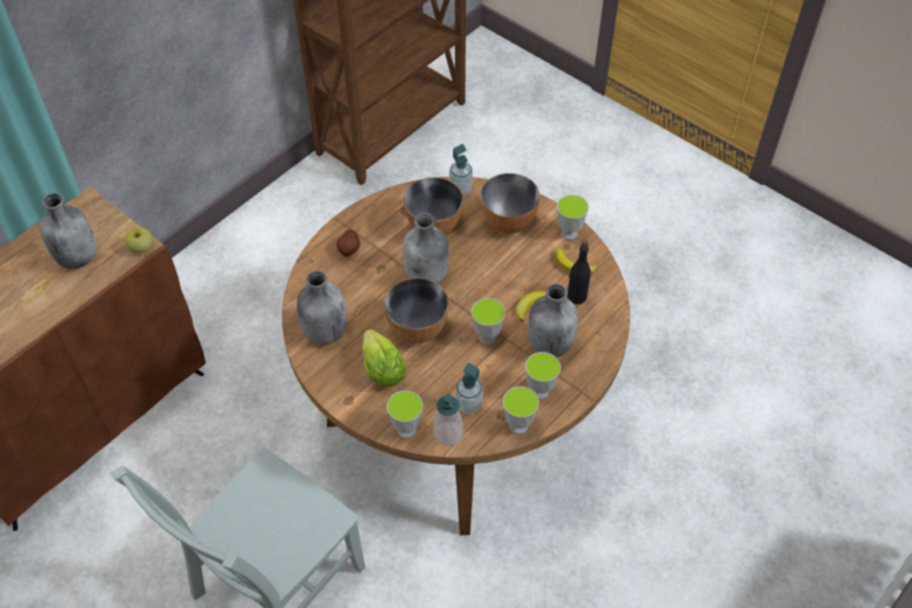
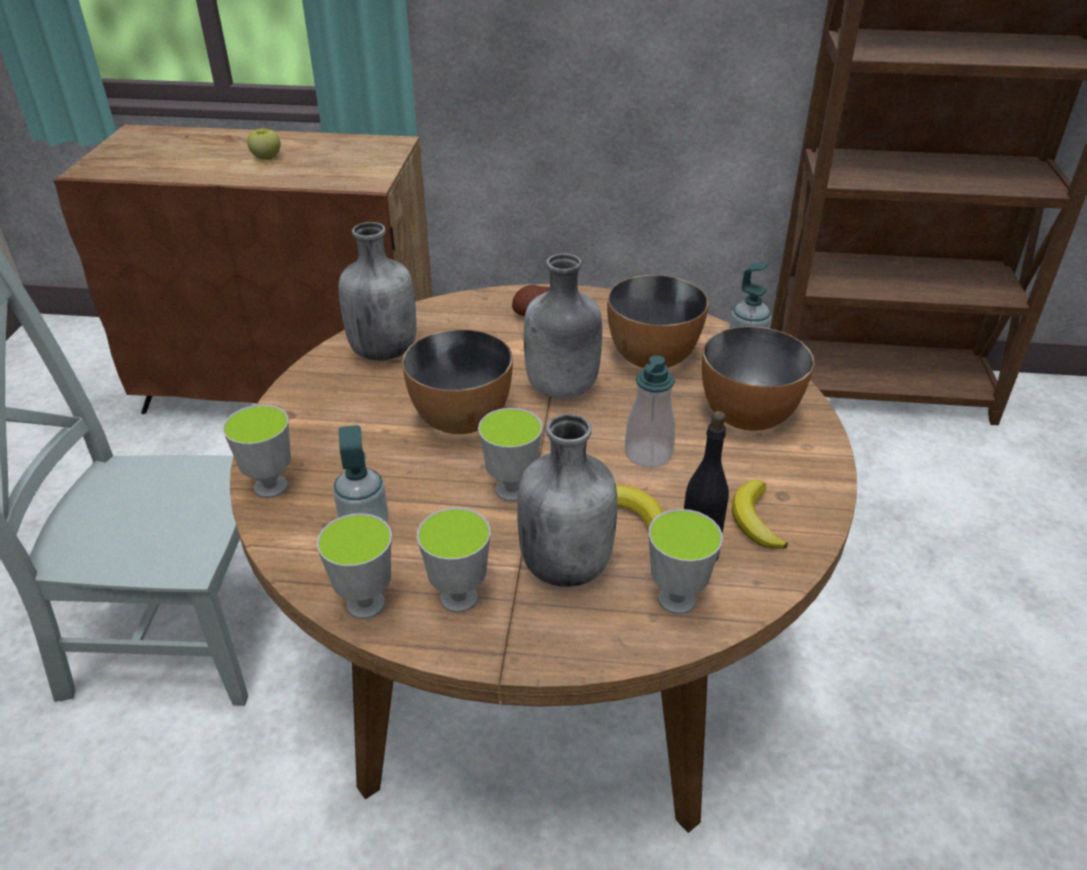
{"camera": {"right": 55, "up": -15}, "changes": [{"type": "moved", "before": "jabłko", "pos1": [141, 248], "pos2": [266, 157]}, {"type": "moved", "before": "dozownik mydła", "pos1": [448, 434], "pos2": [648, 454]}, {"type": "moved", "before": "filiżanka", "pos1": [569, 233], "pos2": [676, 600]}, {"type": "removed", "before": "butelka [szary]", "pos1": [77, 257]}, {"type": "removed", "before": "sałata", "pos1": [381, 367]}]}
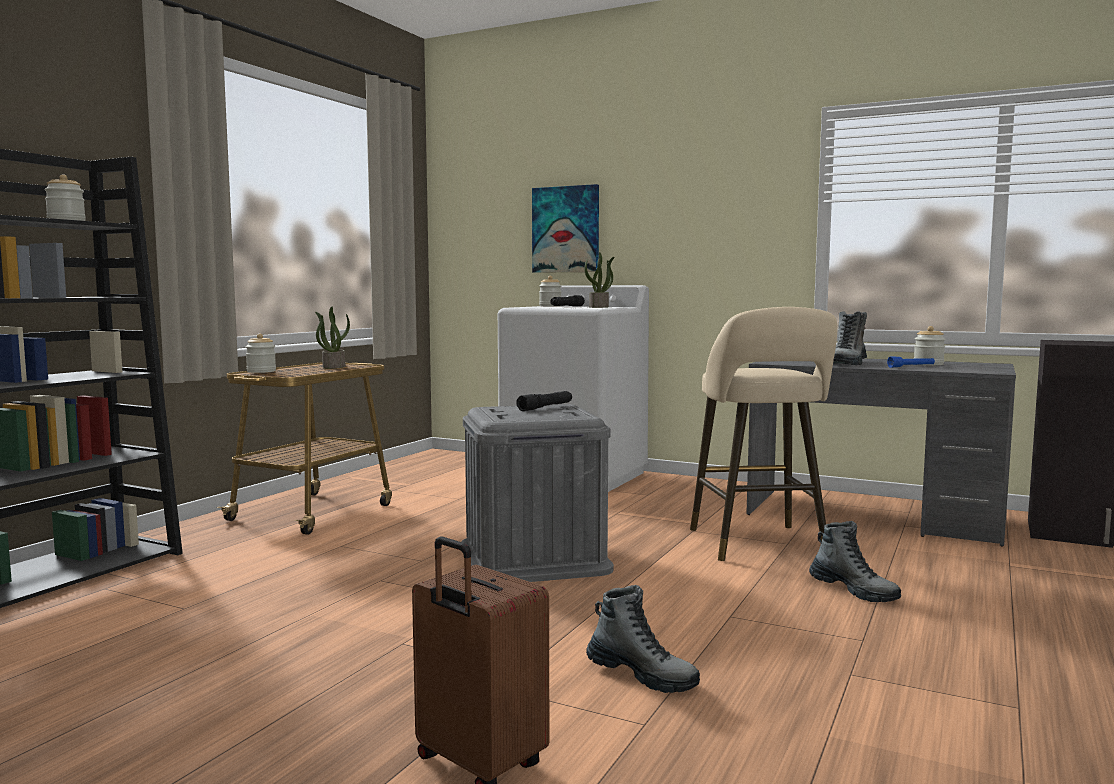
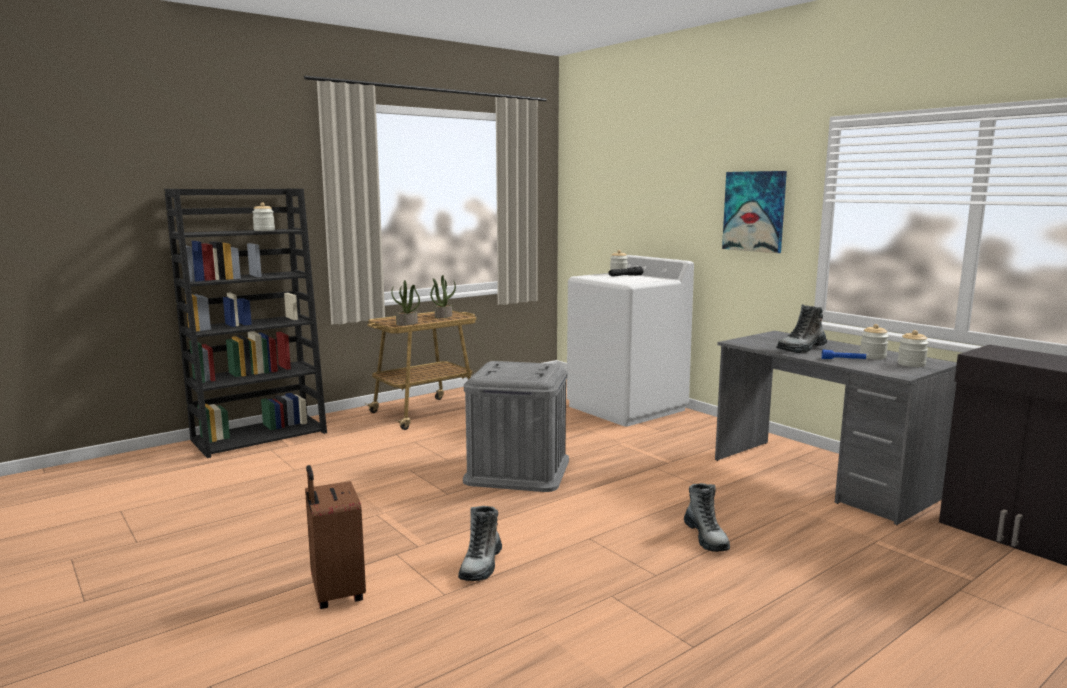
{"camera": {"right": 25, "up": 5}, "changes": [{"type": "moved", "before": "roślina doniczkowa", "pos1": [599, 307], "pos2": [407, 324]}, {"type": "turned", "before": "but z cholewką", "pos1": [642, 675], "pos2": [481, 565], "turn": 45}, {"type": "moved", "before": "obraz", "pos1": [566, 229], "pos2": [754, 211]}, {"type": "moved", "before": "słoik", "pos1": [261, 371], "pos2": [911, 364]}, {"type": "removed", "before": "latarka [czarny]", "pos1": [545, 407]}, {"type": "removed", "before": "stołek [beżowy]", "pos1": [760, 545]}]}
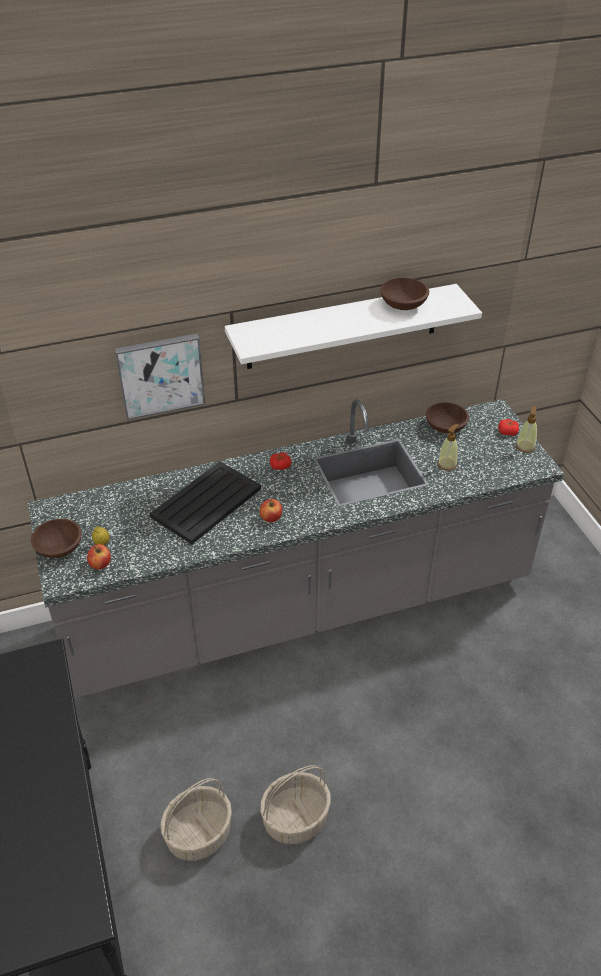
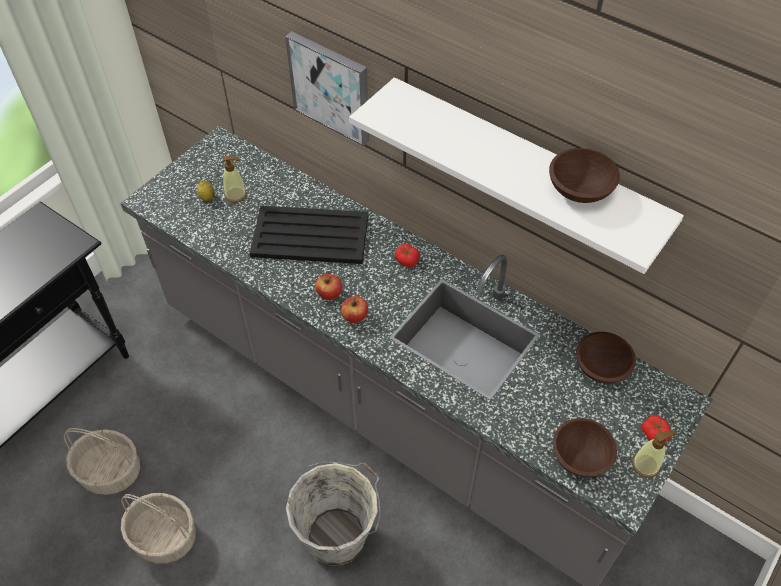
{"camera": {"right": 55, "up": 10}, "changes": [{"type": "moved", "before": "dozownik mydła", "pos1": [447, 464], "pos2": [236, 195]}, {"type": "added", "after": "wiadro [szary]", "pos2": [338, 535]}, {"type": "moved", "before": "jabłko", "pos1": [100, 564], "pos2": [355, 316]}, {"type": "moved", "before": "miska [brązowy]", "pos1": [60, 547], "pos2": [581, 456]}]}
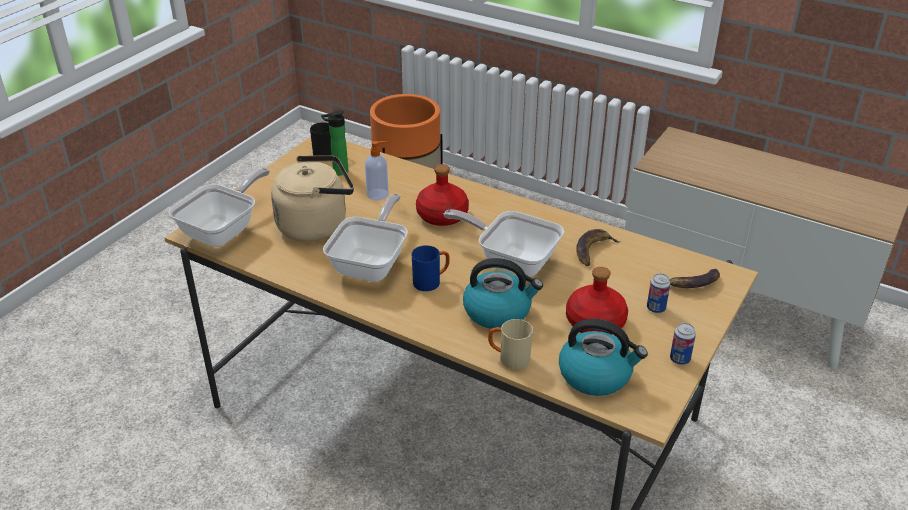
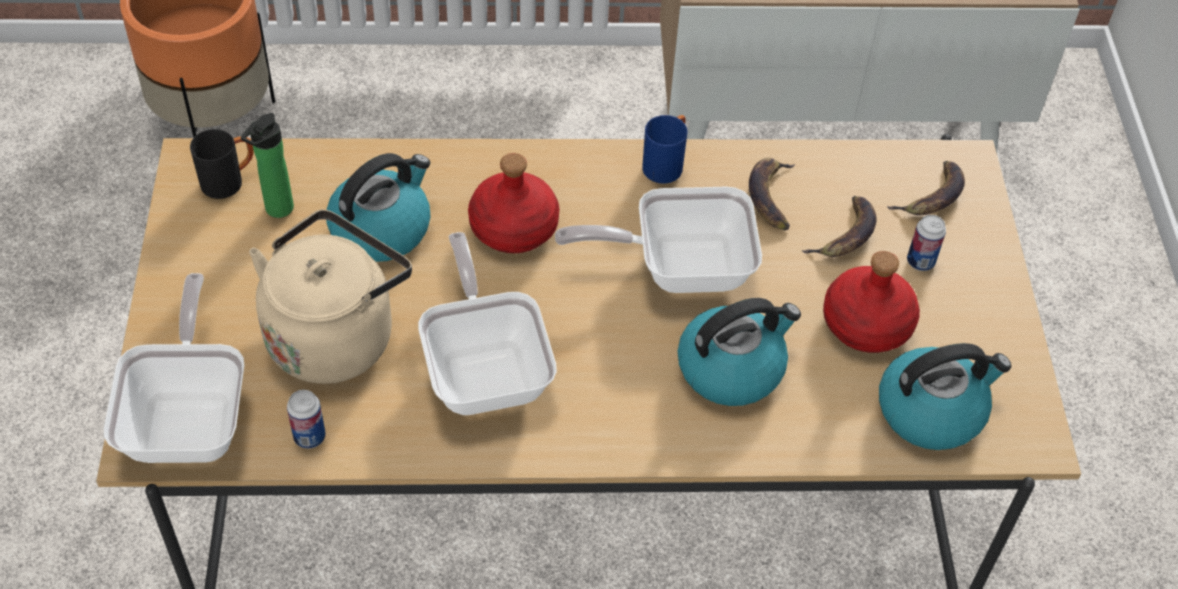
{"camera": {"right": -35, "up": 15}, "changes": [{"type": "moved", "before": "puszka", "pos1": [679, 359], "pos2": [309, 437]}, {"type": "replaced", "before": "dozownik mydła", "after": "czajnik", "pos1": [378, 194], "pos2": [381, 229]}, {"type": "moved", "before": "kubek [niebieski]", "pos1": [431, 282], "pos2": [666, 164]}, {"type": "added", "after": "banan", "pos2": [846, 235]}, {"type": "removed", "before": "kubek [beżowy]", "pos1": [508, 359]}]}
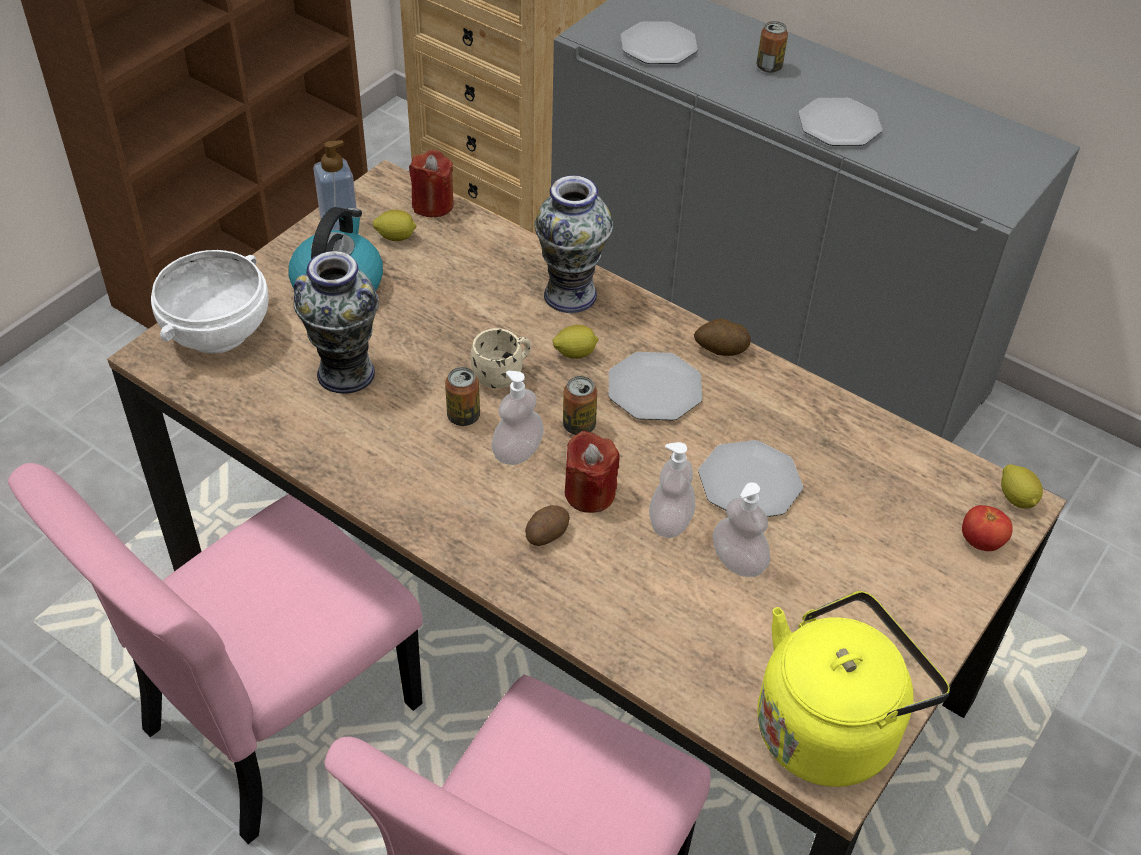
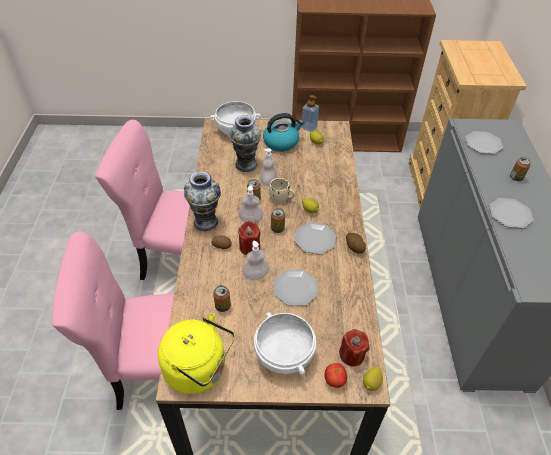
{"camera": {"right": 55, "up": 0}, "changes": [{"type": "moved", "before": "wazon", "pos1": [569, 294], "pos2": [206, 222]}, {"type": "added", "after": "puszka", "pos2": [222, 306]}, {"type": "added", "after": "miska [biały]", "pos2": [285, 354]}, {"type": "moved", "before": "dozownik mydła", "pos1": [738, 561], "pos2": [268, 181]}, {"type": "moved", "before": "świeca [czerwony]", "pos1": [432, 204], "pos2": [352, 355]}]}
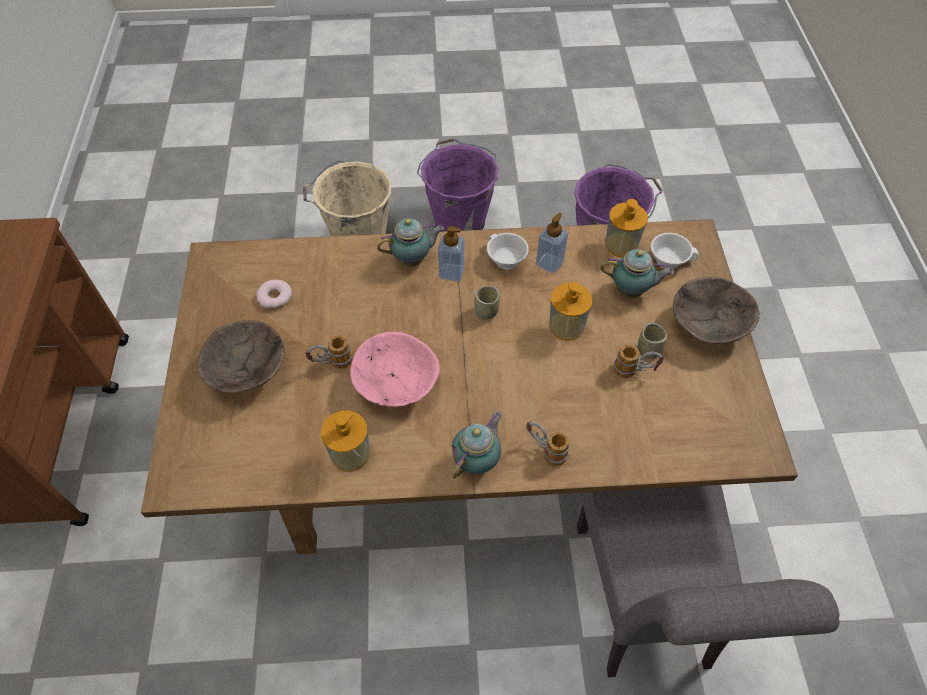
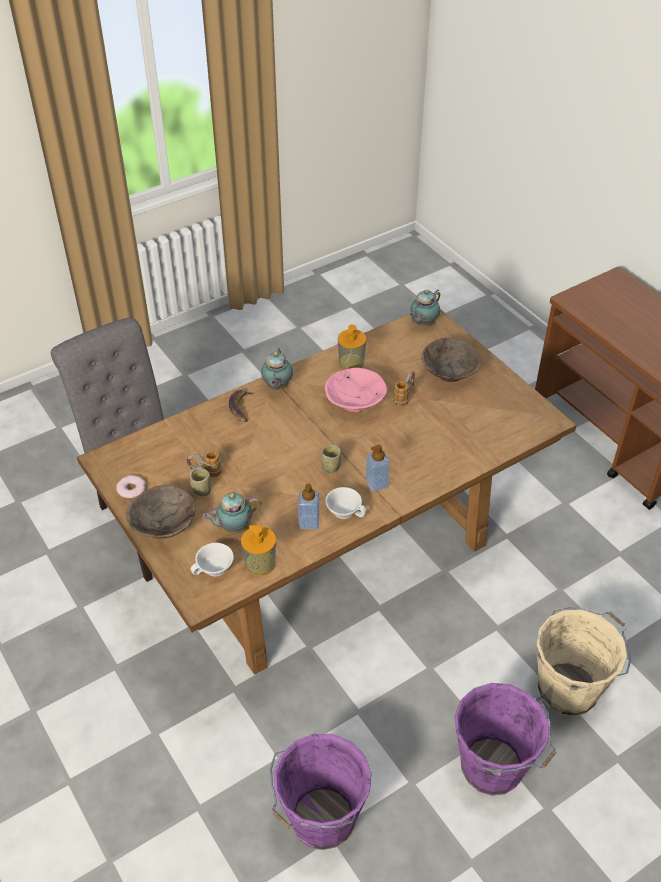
{"camera": {"right": 150, "up": -10}, "changes": [{"type": "moved", "before": "donut", "pos1": [275, 297], "pos2": [131, 489]}, {"type": "replaced", "before": "kubek", "after": "banan", "pos1": [545, 450], "pos2": [240, 407]}, {"type": "moved", "before": "imbryk", "pos1": [413, 259], "pos2": [422, 324]}, {"type": "removed", "before": "dozownik mydła", "pos1": [566, 326]}]}
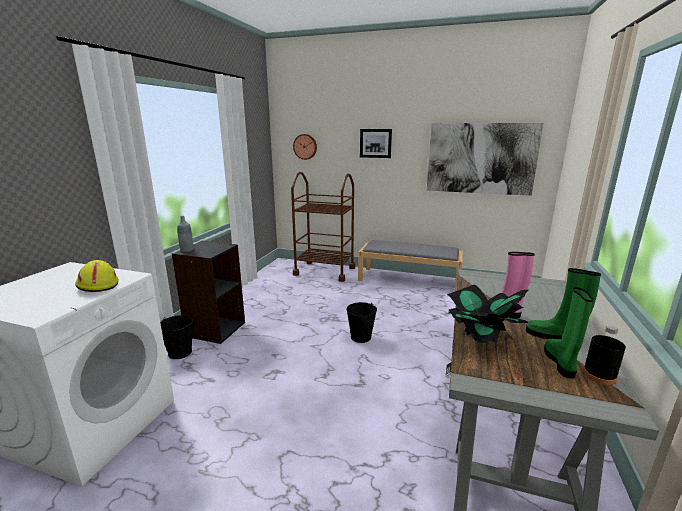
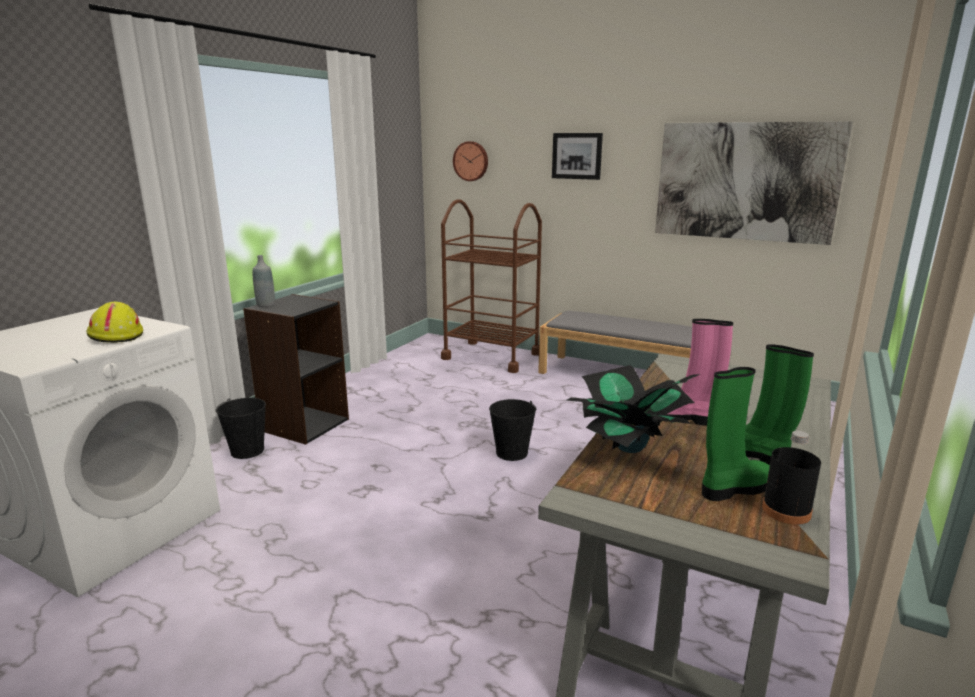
{"camera": {"right": 10, "up": 0}, "changes": [{"type": "turned", "before": "but z cholewką [zielony]", "pos1": [560, 362], "pos2": [735, 488], "turn": 45}]}
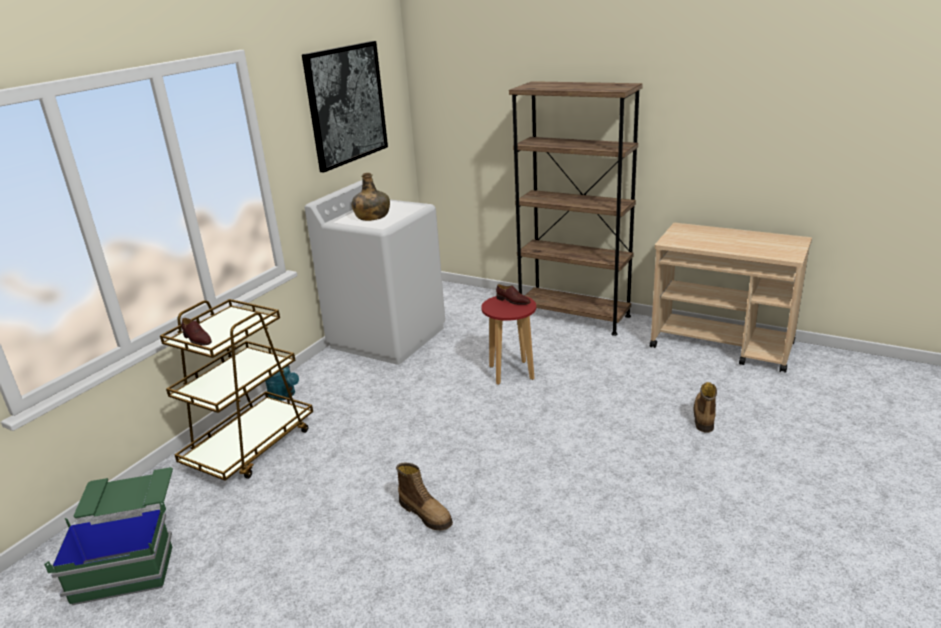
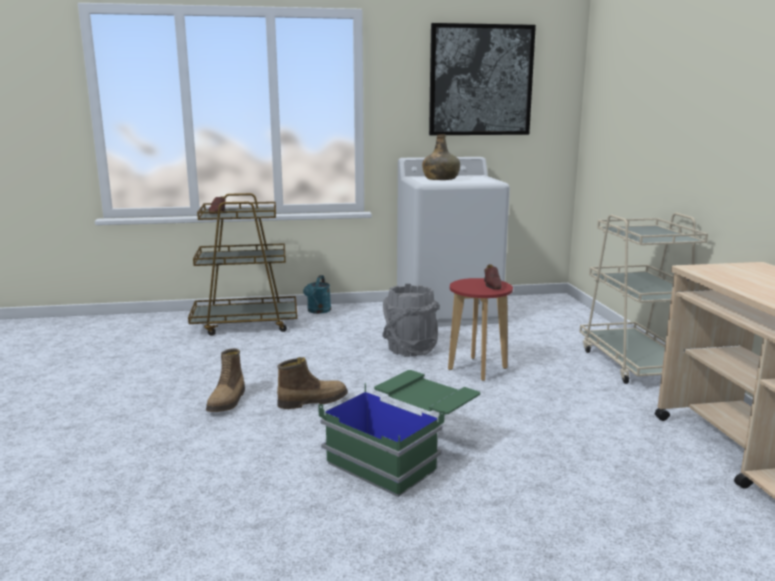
{"camera": {"right": 50, "up": -10}, "changes": [{"type": "moved", "before": "but z cholewką", "pos1": [704, 415], "pos2": [312, 401]}, {"type": "moved", "before": "pojemnik do przechowywania [zielony]", "pos1": [131, 552], "pos2": [403, 453]}, {"type": "added", "after": "wiadro [szary]", "pos2": [410, 349]}, {"type": "replaced", "before": "regał [brązowy]", "after": "wózek [beżowy]", "pos1": [574, 316], "pos2": [635, 363]}]}
